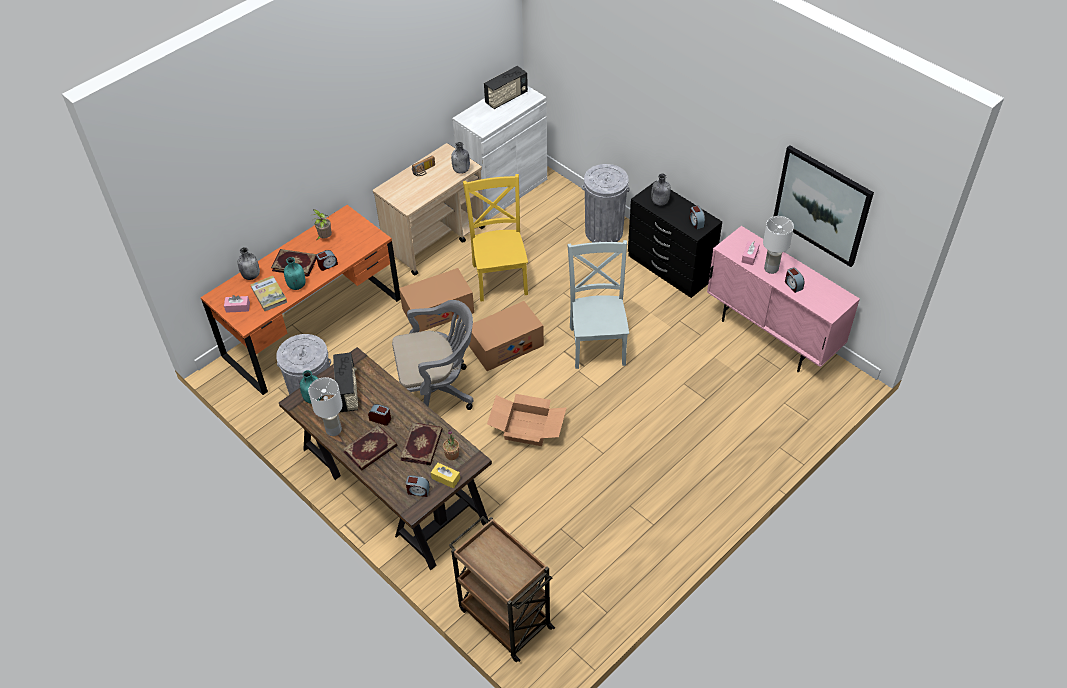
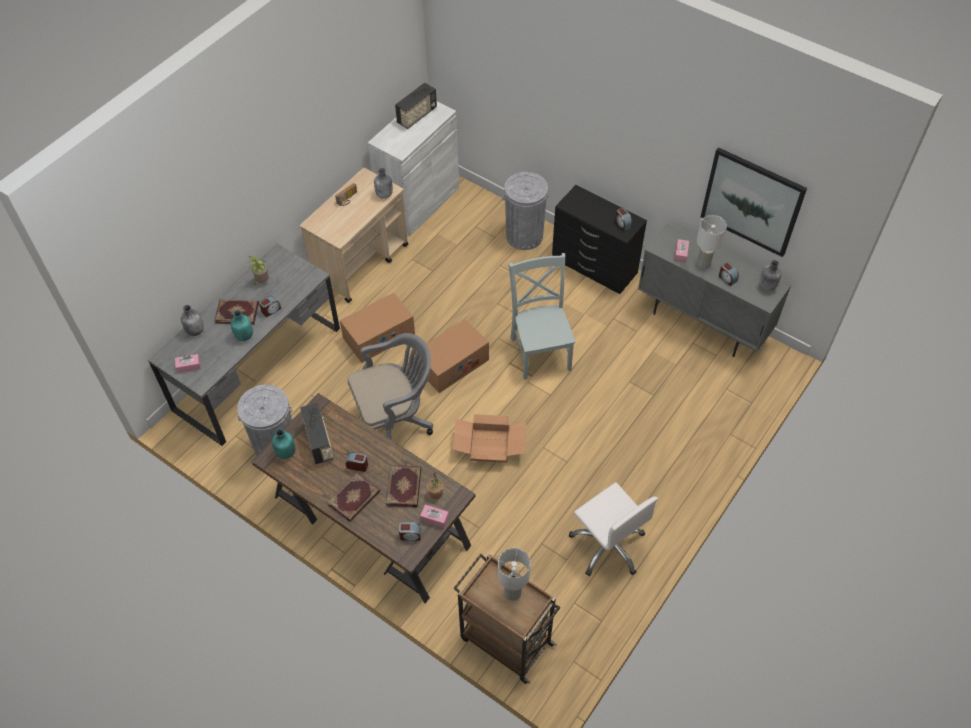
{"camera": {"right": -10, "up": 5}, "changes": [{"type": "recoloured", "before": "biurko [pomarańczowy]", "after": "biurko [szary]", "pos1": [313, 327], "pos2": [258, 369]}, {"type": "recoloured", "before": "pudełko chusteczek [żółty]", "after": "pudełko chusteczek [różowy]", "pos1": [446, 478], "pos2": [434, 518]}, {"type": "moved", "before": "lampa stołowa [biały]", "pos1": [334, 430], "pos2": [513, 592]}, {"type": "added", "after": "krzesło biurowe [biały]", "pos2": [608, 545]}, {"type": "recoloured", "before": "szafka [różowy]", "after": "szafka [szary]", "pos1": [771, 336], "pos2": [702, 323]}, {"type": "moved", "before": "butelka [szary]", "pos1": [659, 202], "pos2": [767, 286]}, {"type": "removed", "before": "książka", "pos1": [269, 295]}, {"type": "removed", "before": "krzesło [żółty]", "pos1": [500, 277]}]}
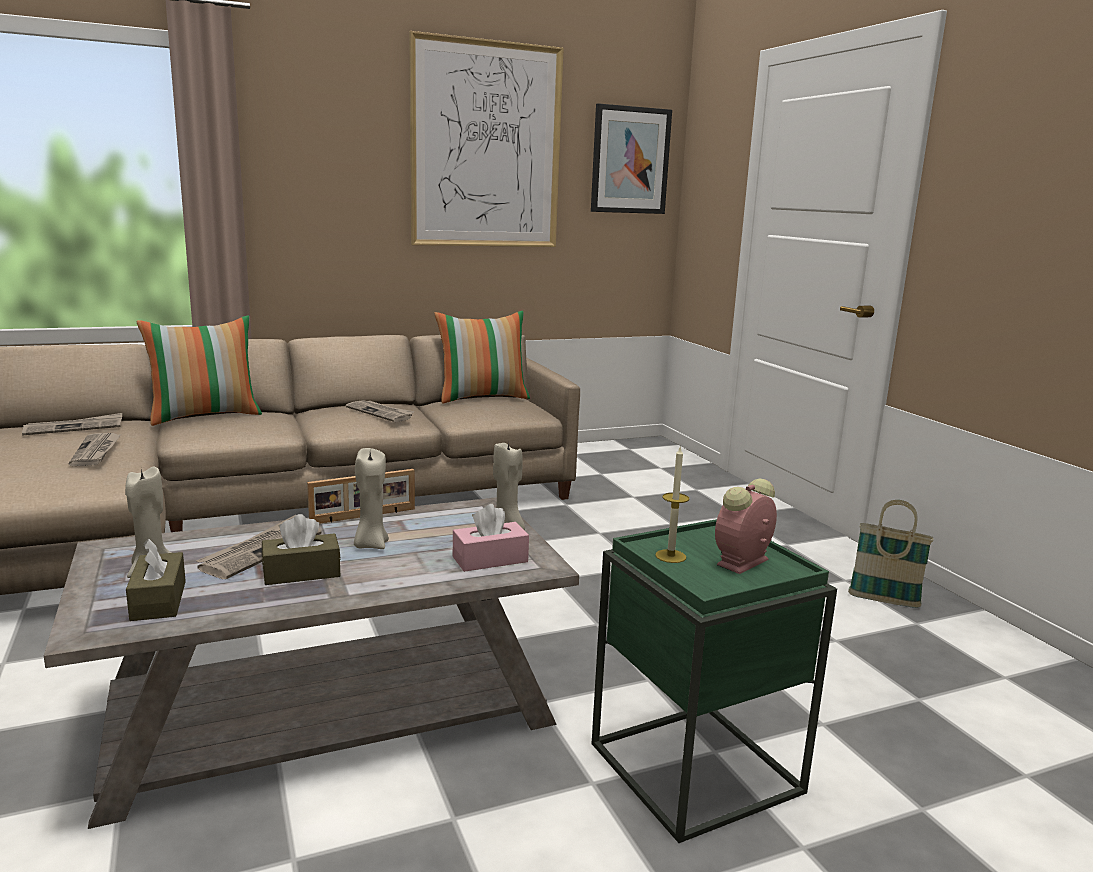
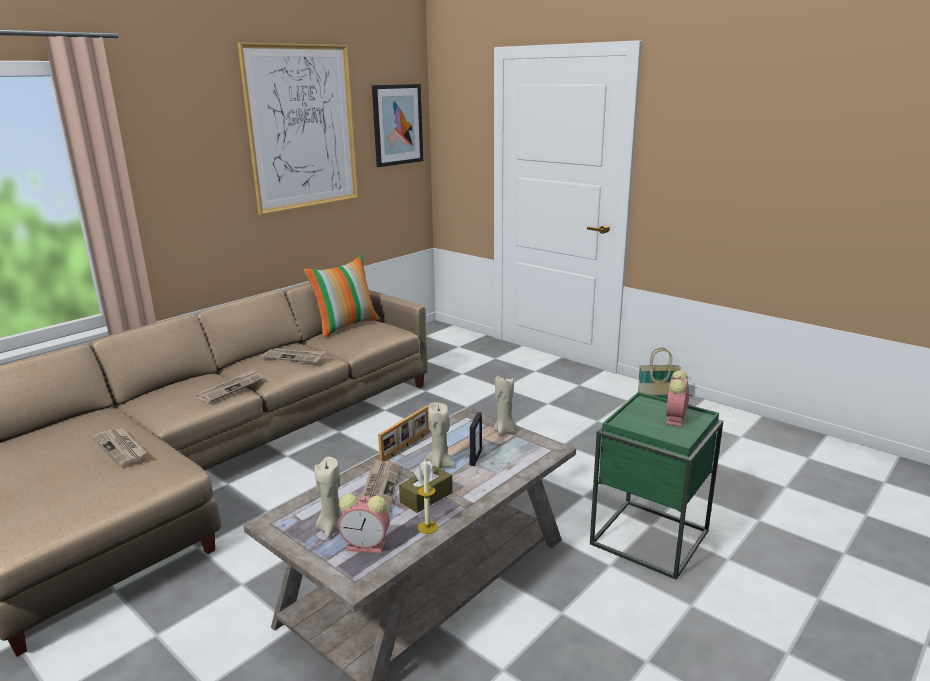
{"camera": {"right": -25, "up": 5}, "changes": [{"type": "moved", "before": "gazeta", "pos1": [74, 427], "pos2": [231, 388]}, {"type": "replaced", "before": "pudełko chusteczek [brązowy]", "after": "budzik", "pos1": [158, 600], "pos2": [368, 545]}, {"type": "moved", "before": "świeca", "pos1": [670, 556], "pos2": [427, 527]}, {"type": "added", "after": "ramka na zdjęcie", "pos2": [475, 457]}, {"type": "removed", "before": "poduszka", "pos1": [205, 416]}, {"type": "removed", "before": "pudełko chusteczek [różowy]", "pos1": [490, 559]}]}
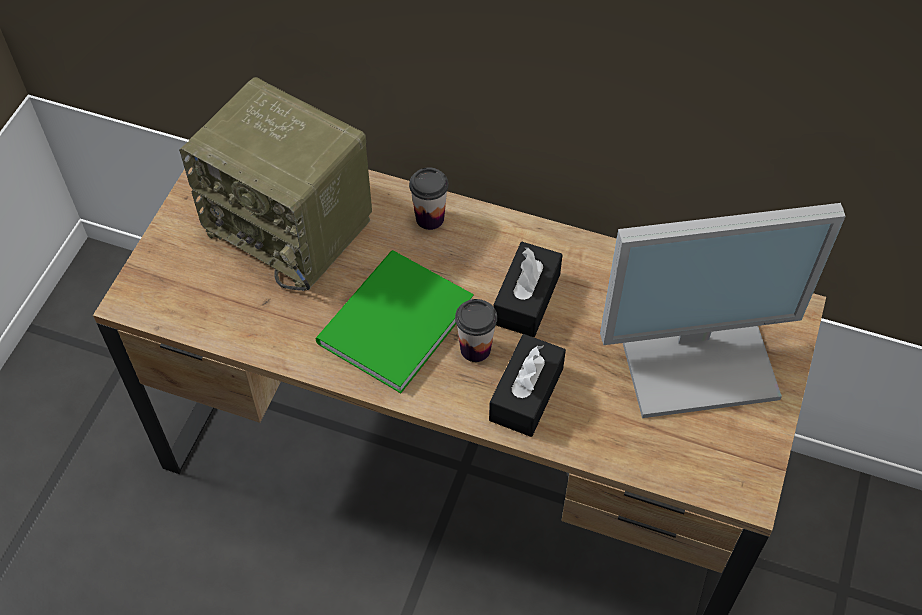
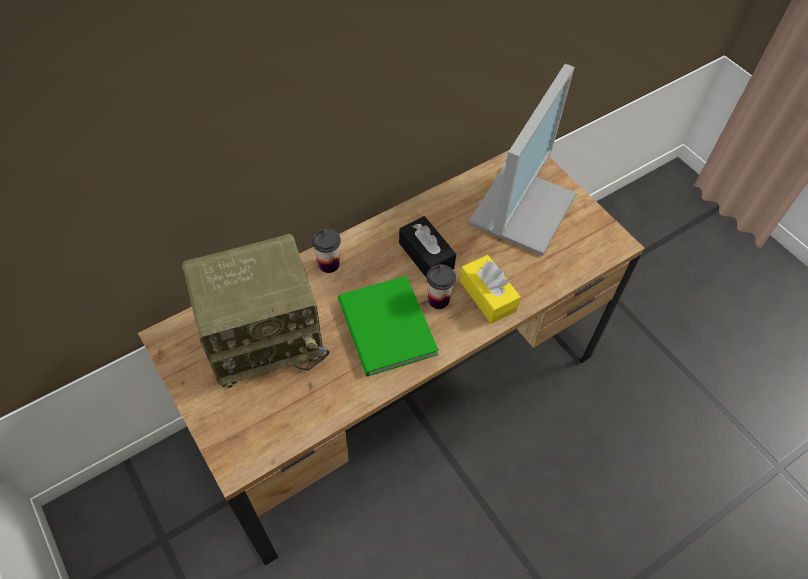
{"camera": {"right": -55, "up": 0}, "changes": [{"type": "recoloured", "before": "pudełko chusteczek [czarny]", "after": "pudełko chusteczek [żółty]", "pos1": [526, 394], "pos2": [487, 295]}]}
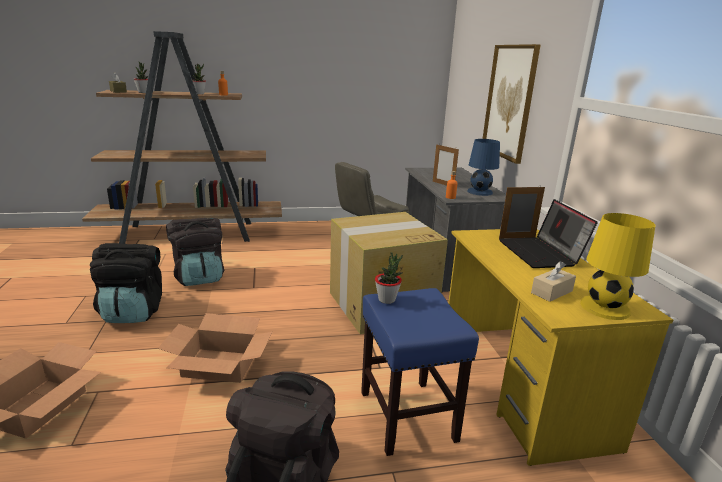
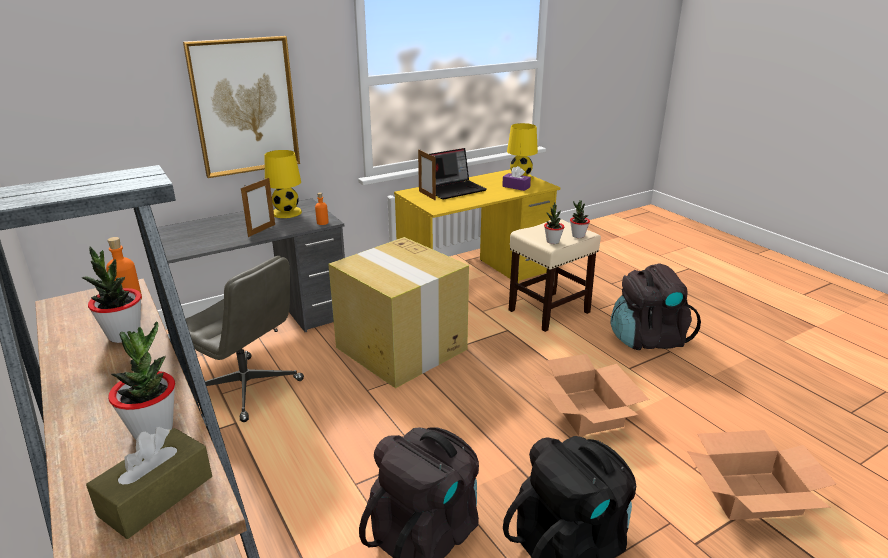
{"camera": {"right": -110, "up": 5}, "changes": [{"type": "recoloured", "before": "lampa stołowa [niebieski]", "after": "lampa stołowa [żółty]", "pos1": [480, 192], "pos2": [286, 212]}, {"type": "recoloured", "before": "pudełko chusteczek [beżowy]", "after": "pudełko chusteczek [fioletowy]", "pos1": [551, 292], "pos2": [516, 187]}, {"type": "recoloured", "before": "stołek [niebieski]", "after": "stołek [beżowy]", "pos1": [406, 414], "pos2": [548, 311]}, {"type": "added", "after": "roślina doniczkowa", "pos2": [578, 236]}]}
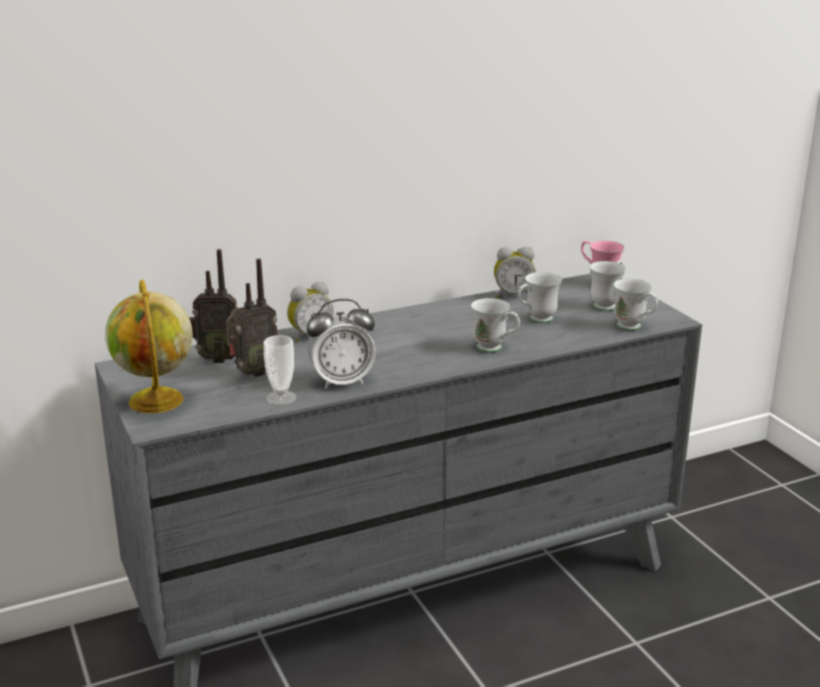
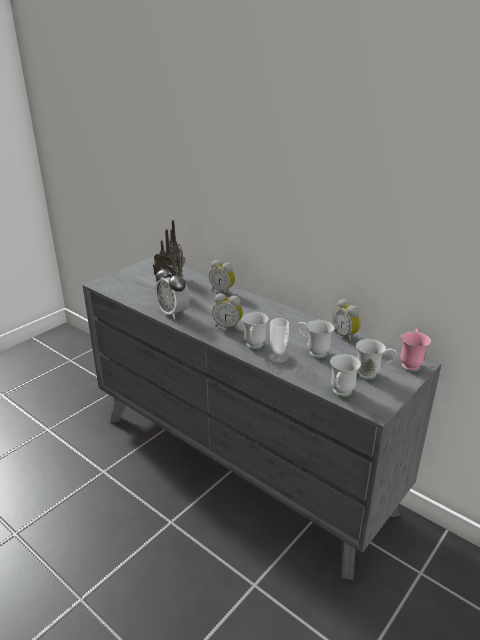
{"camera": {"right": 65, "up": 5}, "changes": [{"type": "added", "after": "budzik", "pos2": [228, 327]}, {"type": "moved", "before": "filiżanka", "pos1": [281, 398], "pos2": [278, 357]}, {"type": "removed", "before": "globus", "pos1": [157, 401]}]}
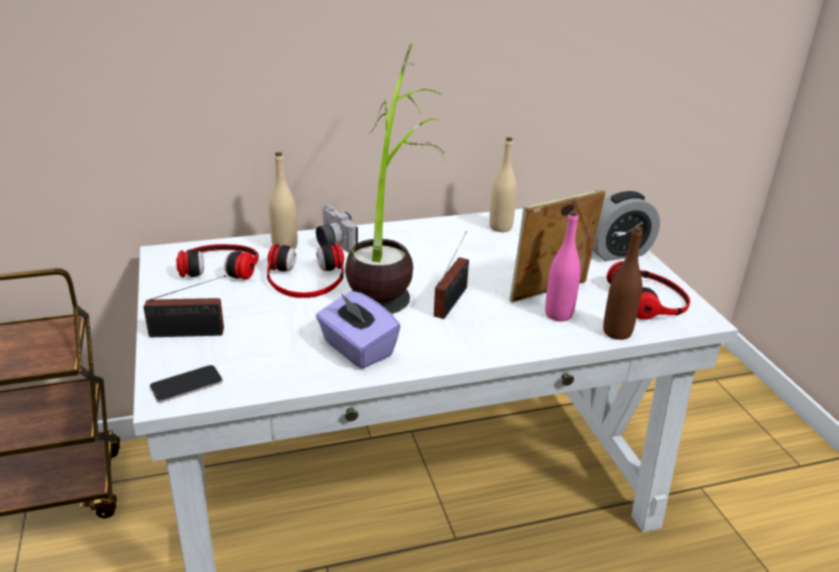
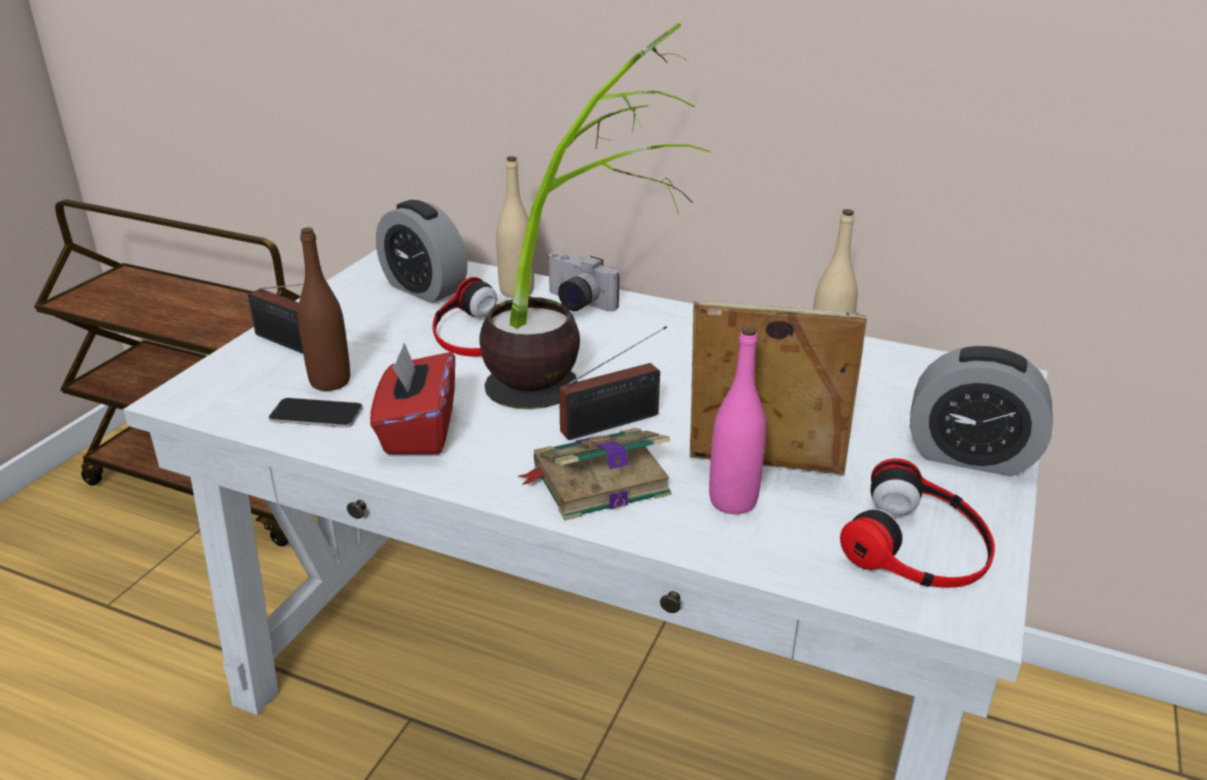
{"camera": {"right": 40, "up": 0}, "changes": [{"type": "moved", "before": "telefon", "pos1": [186, 384], "pos2": [316, 414]}, {"type": "moved", "before": "butelka [brązowy]", "pos1": [617, 332], "pos2": [330, 381]}, {"type": "recoloured", "before": "pudełko chusteczek [fioletowy]", "after": "pudełko chusteczek [czerwony]", "pos1": [357, 349], "pos2": [418, 431]}, {"type": "replaced", "before": "słuchawki", "after": "budzik", "pos1": [221, 266], "pos2": [424, 289]}, {"type": "added", "after": "książka", "pos2": [597, 481]}, {"type": "turned", "before": "aparat fotograficzny", "pos1": [332, 242], "pos2": [575, 303], "turn": -60}]}
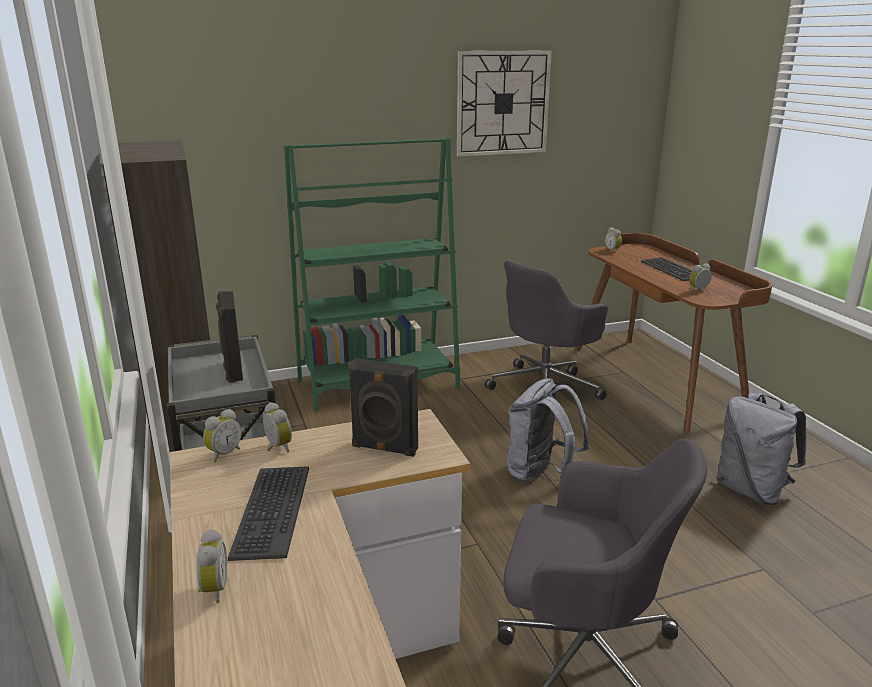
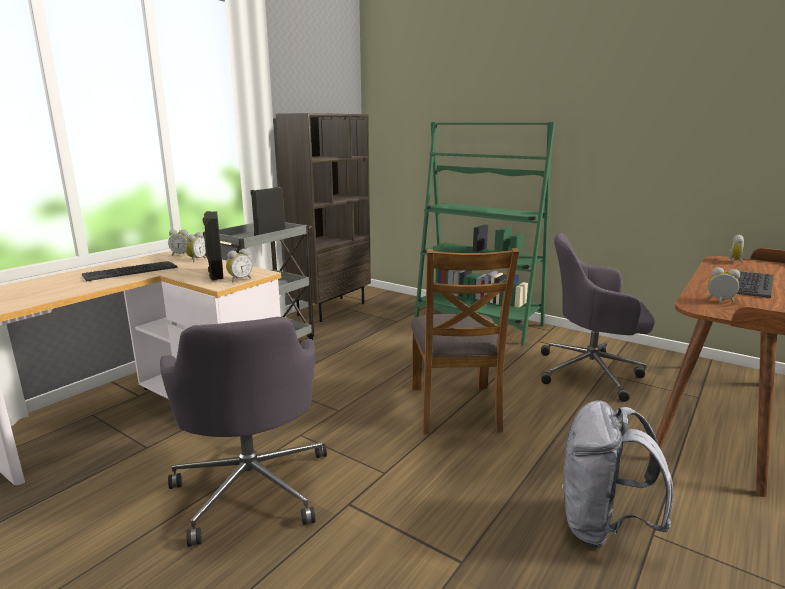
{"camera": {"right": 55, "up": -5}, "changes": [{"type": "moved", "before": "budzik", "pos1": [212, 590], "pos2": [240, 279]}, {"type": "replaced", "before": "plecak [szary]", "after": "krzesło [brązowy]", "pos1": [540, 474], "pos2": [455, 408]}, {"type": "removed", "before": "zegar ścienny", "pos1": [502, 103]}]}
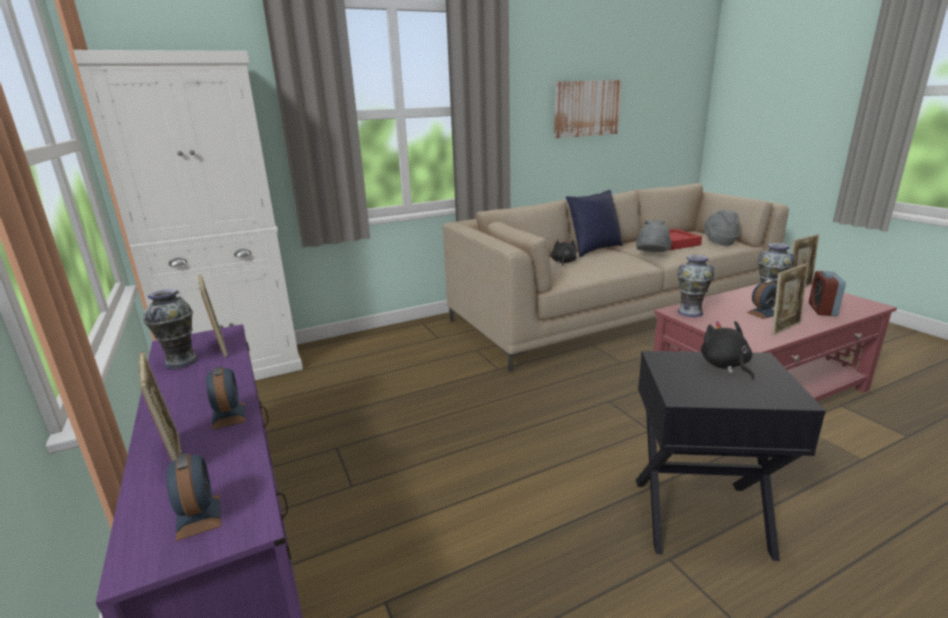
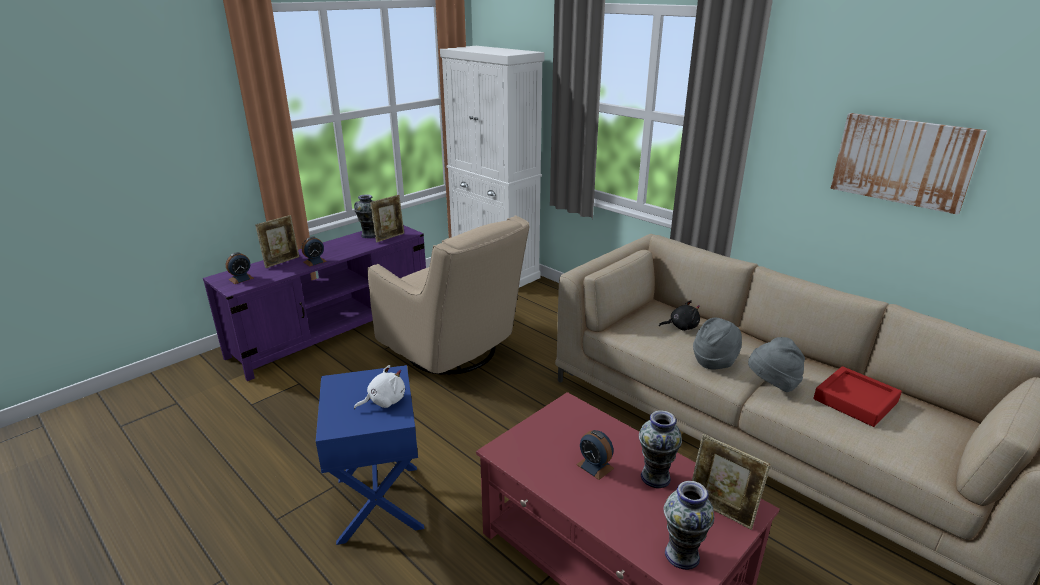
{"camera": {"right": 70, "up": 5}, "changes": [{"type": "recoloured", "before": "stolik [czarny]", "after": "stolik [niebieski]", "pos1": [700, 517], "pos2": [377, 503]}, {"type": "recoloured", "before": "pluszak [czarny]", "after": "pluszak [biały]", "pos1": [725, 365], "pos2": [384, 401]}, {"type": "added", "after": "fotel [beżowy]", "pos2": [454, 352]}, {"type": "moved", "before": "wazon", "pos1": [690, 312], "pos2": [682, 555]}, {"type": "moved", "before": "kapelusz [szary]", "pos1": [719, 242], "pos2": [714, 361]}, {"type": "removed", "before": "poduszka [niebieski]", "pos1": [593, 250]}, {"type": "removed", "before": "ramka na zdjęcie", "pos1": [784, 328]}, {"type": "removed", "before": "budzik", "pos1": [822, 310]}]}
